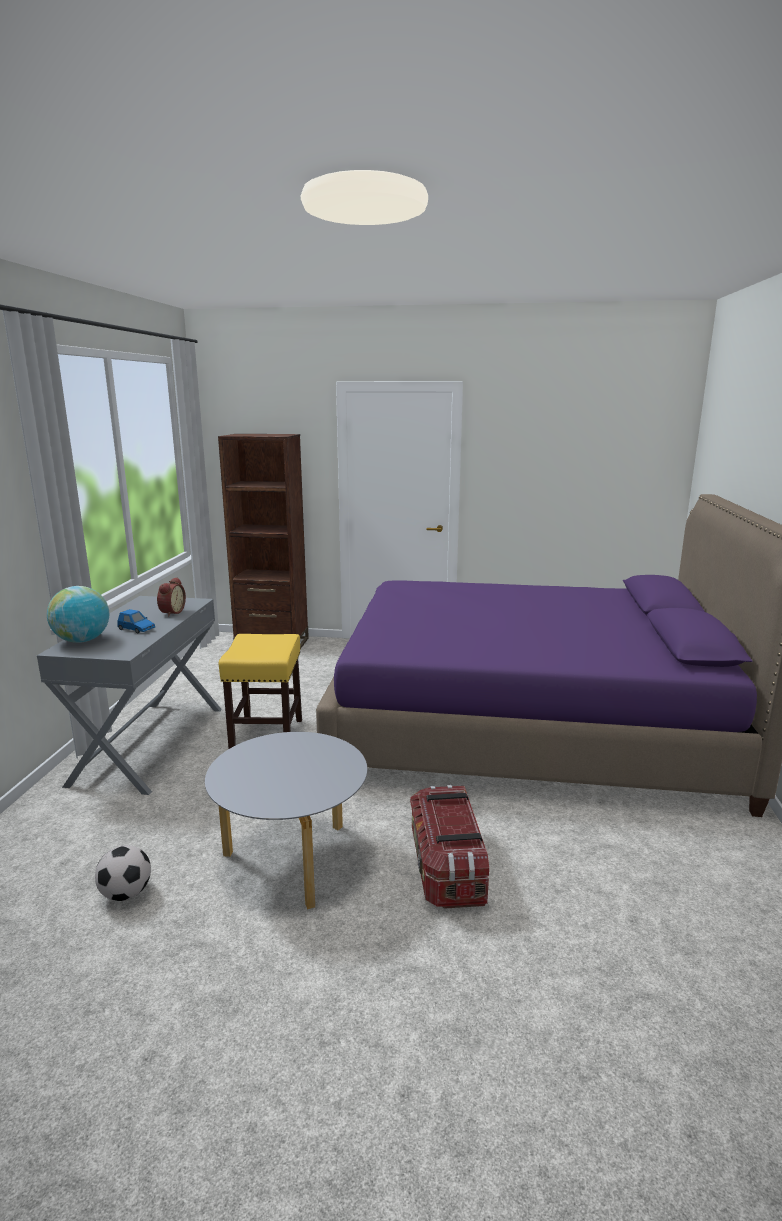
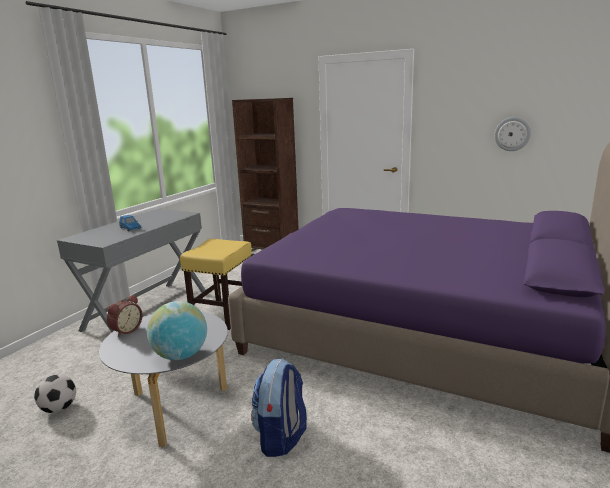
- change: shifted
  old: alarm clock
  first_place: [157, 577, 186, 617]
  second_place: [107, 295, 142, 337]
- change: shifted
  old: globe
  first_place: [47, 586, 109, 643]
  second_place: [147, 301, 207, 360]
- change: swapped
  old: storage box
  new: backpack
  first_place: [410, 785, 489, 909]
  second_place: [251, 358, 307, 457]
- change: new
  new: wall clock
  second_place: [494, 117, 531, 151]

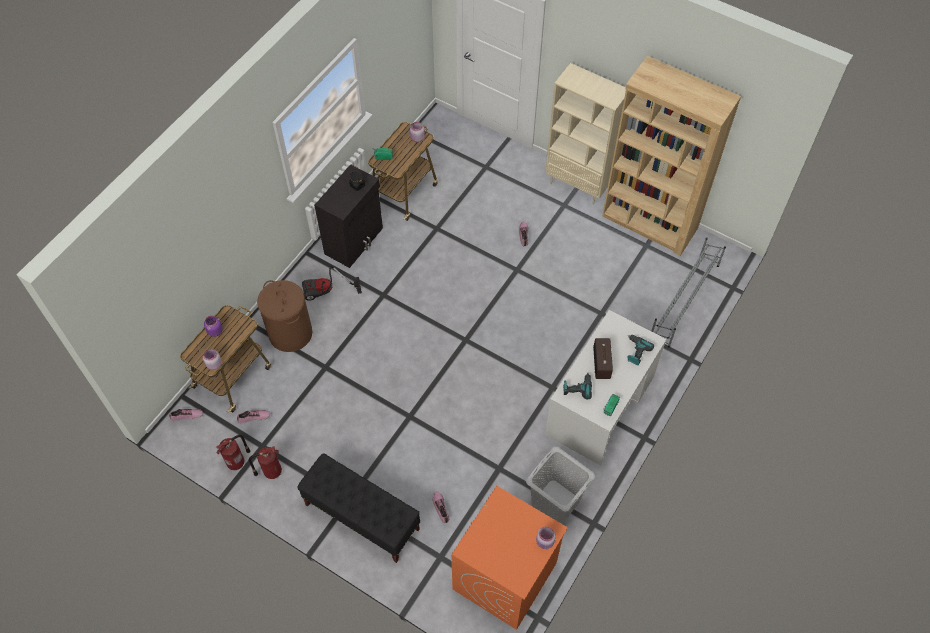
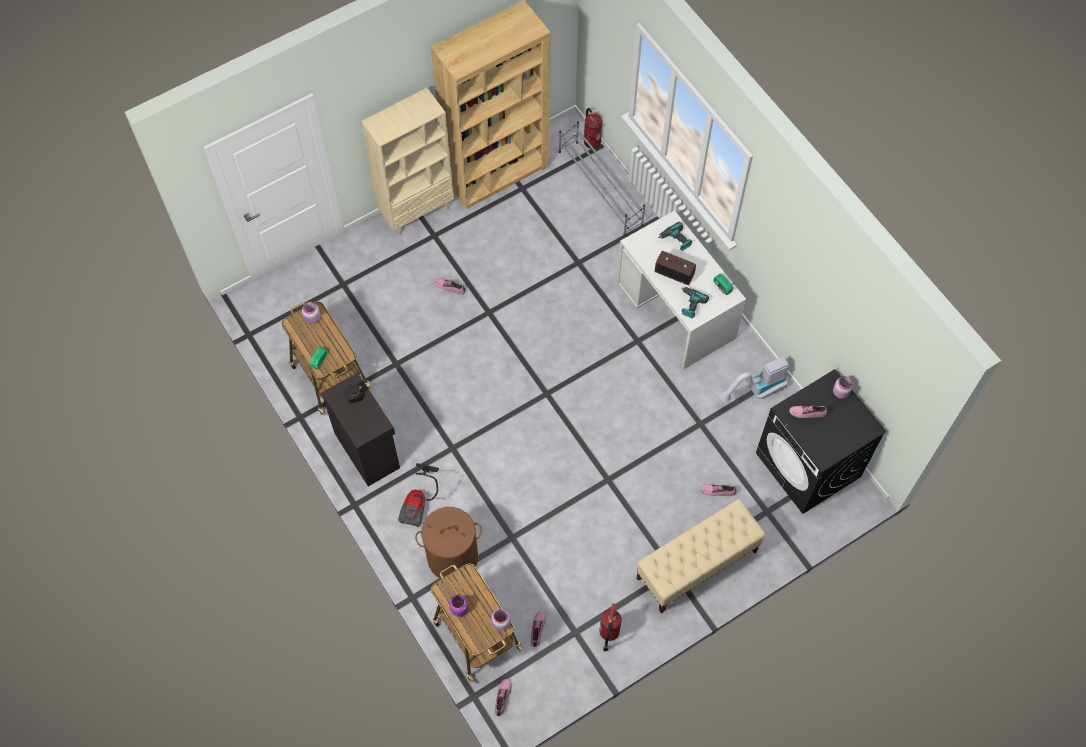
- change: shifted
  old: fire extinguisher
  first_place: [216, 435, 251, 470]
  second_place: [584, 108, 602, 148]
- change: swapped
  old: laundry basket in grey
  new: vacuum cleaner
  first_place: [526, 446, 595, 524]
  second_place: [718, 357, 789, 403]
- change: repainted
  old: bench in black
  new: bench in beige
  first_place: [297, 453, 420, 563]
  second_place: [637, 499, 765, 613]
- change: repainted
  old: washing machine in orange
  new: washing machine in black
  first_place: [451, 486, 568, 630]
  second_place: [756, 369, 886, 514]
- change: new
  new: shoe
  second_place: [789, 405, 828, 418]

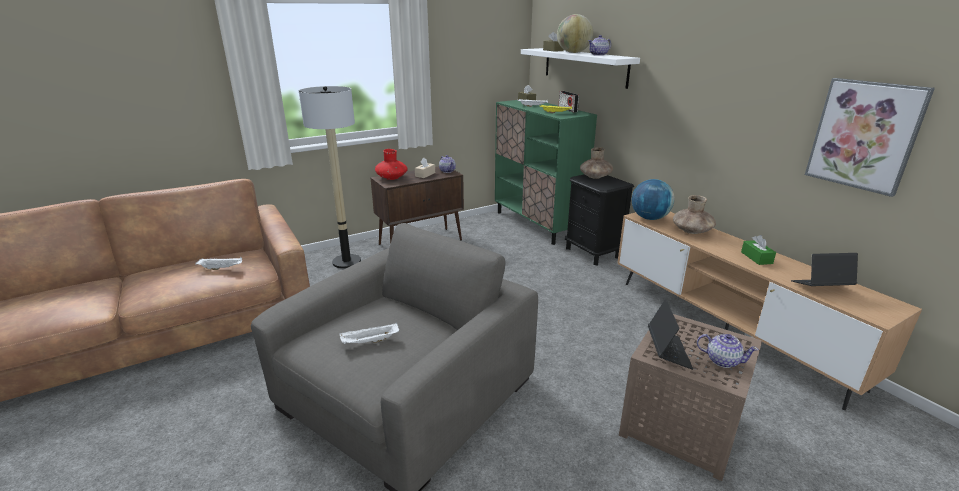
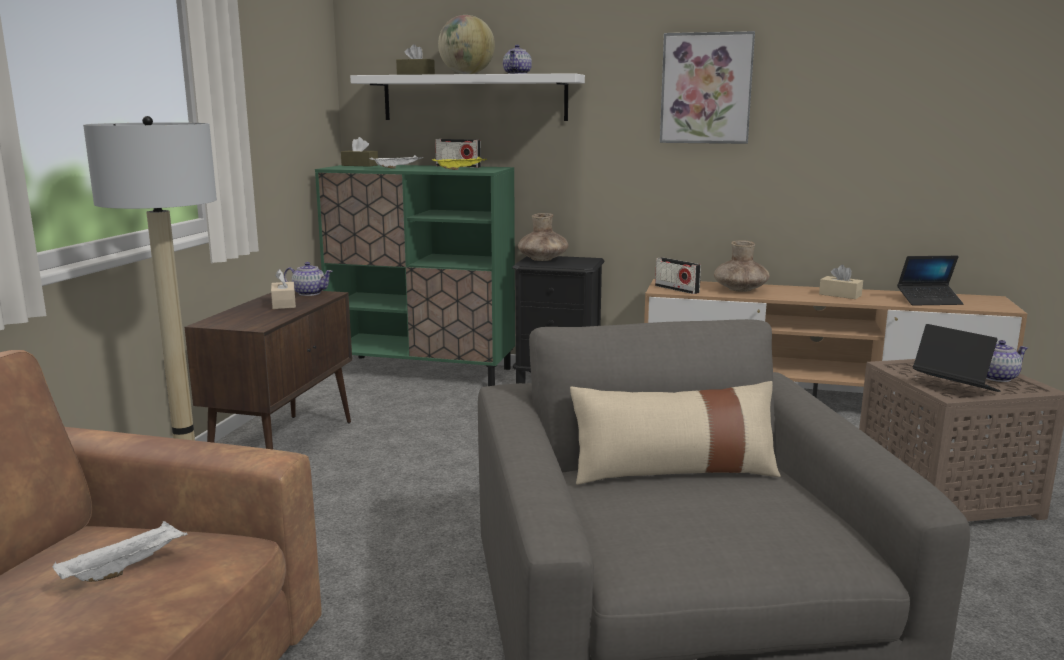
- change: shifted
  old: picture
  first_place: [805, 78, 935, 197]
  second_place: [660, 31, 755, 144]
- change: gone
  old: vase in red
  first_place: [375, 149, 408, 180]
- change: swapped
  old: globe
  new: radio
  first_place: [632, 179, 675, 220]
  second_place: [655, 257, 701, 294]
- change: repainted
  old: tissue box in green
  new: tissue box in beige
  first_place: [741, 235, 776, 265]
  second_place: [819, 265, 863, 299]
- change: rotated
  old: laptop
  first_place: [791, 253, 858, 286]
  second_place: [897, 256, 963, 305]
  degrees: -135
- change: gone
  old: tray in white
  first_place: [339, 322, 399, 344]
- change: new
  new: pillow in beige
  second_place: [570, 381, 781, 485]

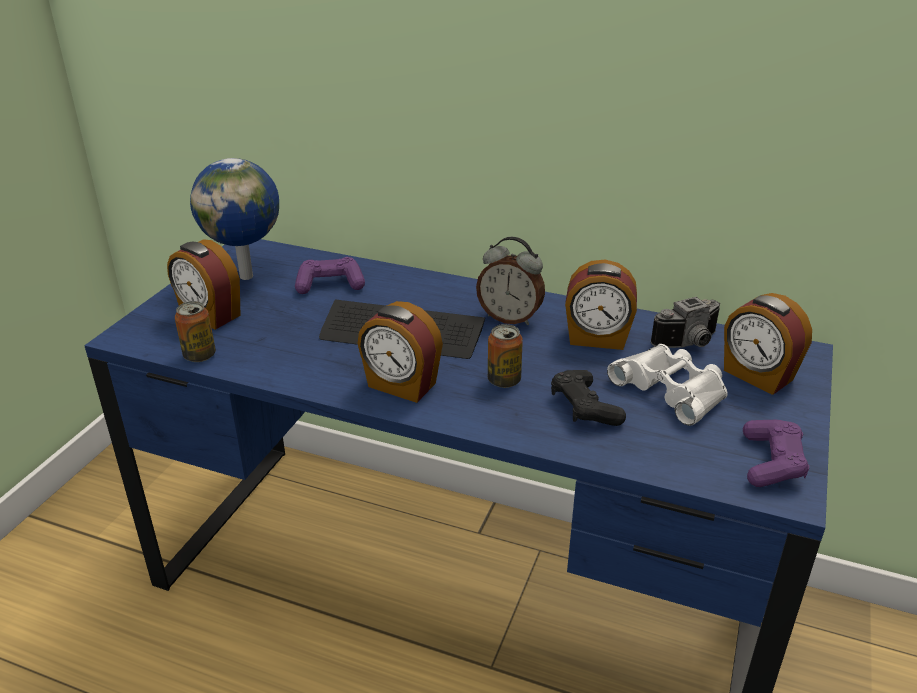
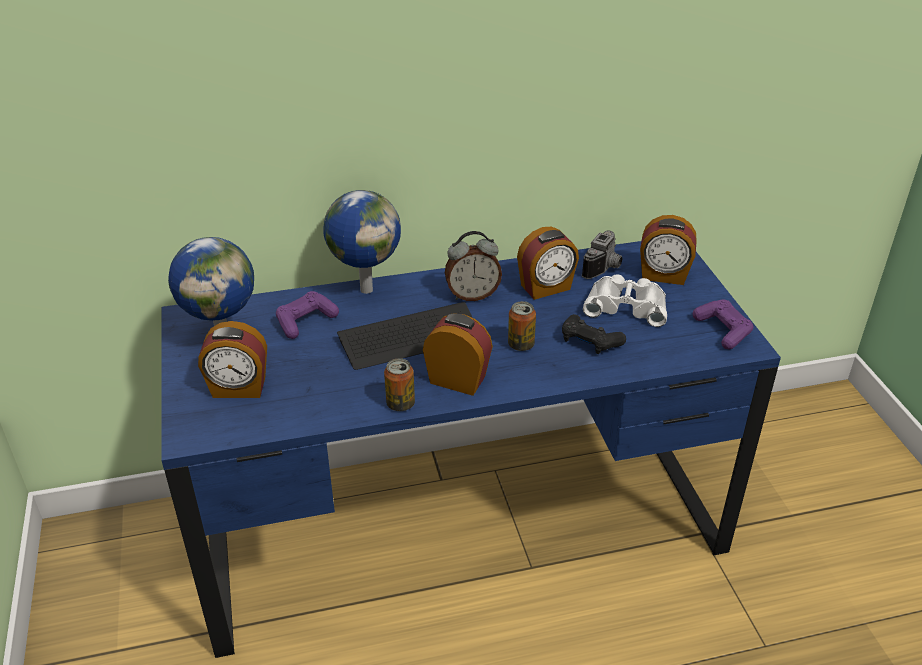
- change: shifted
  old: can
  first_place: [175, 301, 216, 362]
  second_place: [384, 358, 415, 411]
- change: rotated
  old: alarm clock
  first_place: [357, 301, 443, 403]
  second_place: [423, 313, 493, 396]
  degrees: -150
- change: new
  new: globe
  second_place: [323, 190, 401, 294]

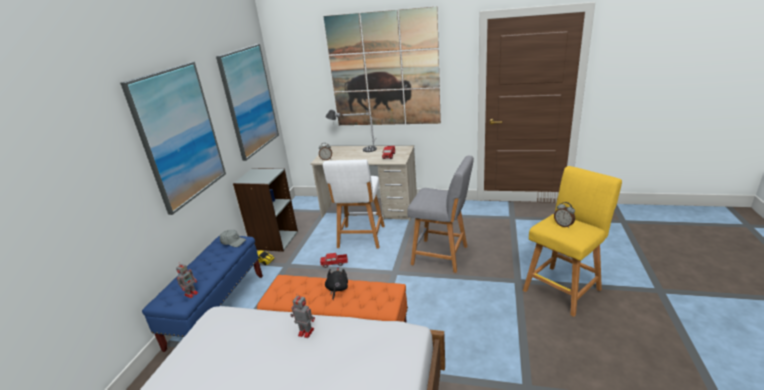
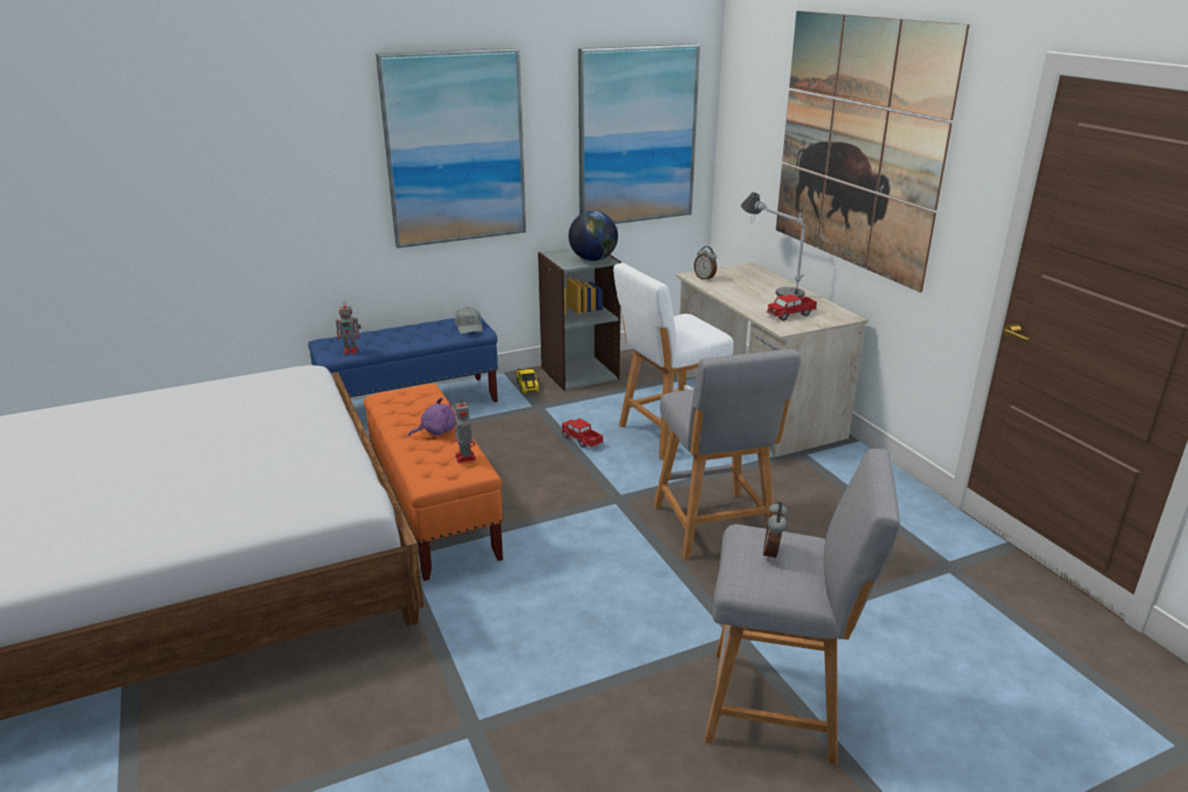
- change: repainted
  old: stool in yellow
  new: stool in grey
  first_place: [523, 166, 622, 317]
  second_place: [704, 449, 900, 766]
- change: repainted
  old: plush toy in black
  new: plush toy in purple
  first_place: [325, 267, 348, 300]
  second_place: [408, 397, 456, 436]
- change: shifted
  old: toy robot
  first_place: [290, 294, 315, 338]
  second_place: [455, 398, 476, 463]
- change: new
  new: globe
  second_place: [569, 211, 618, 261]

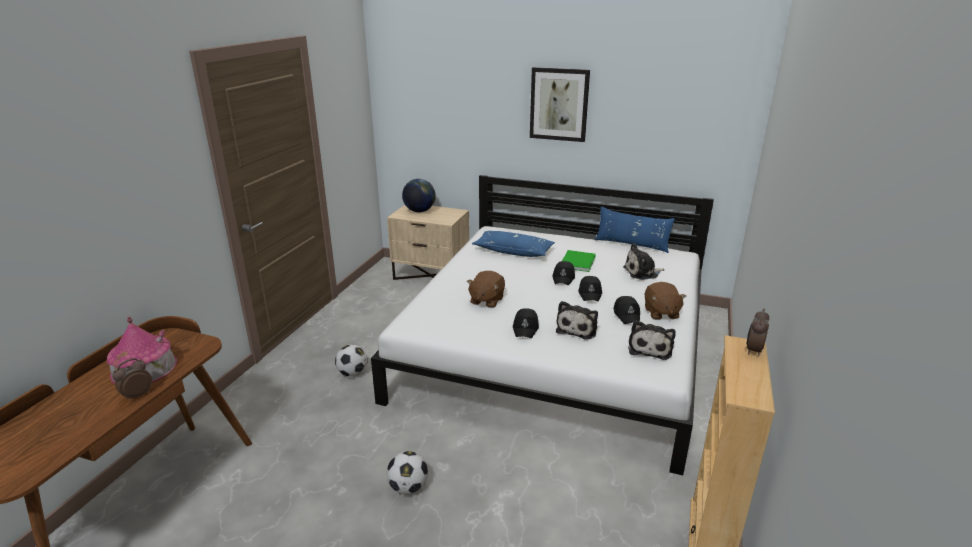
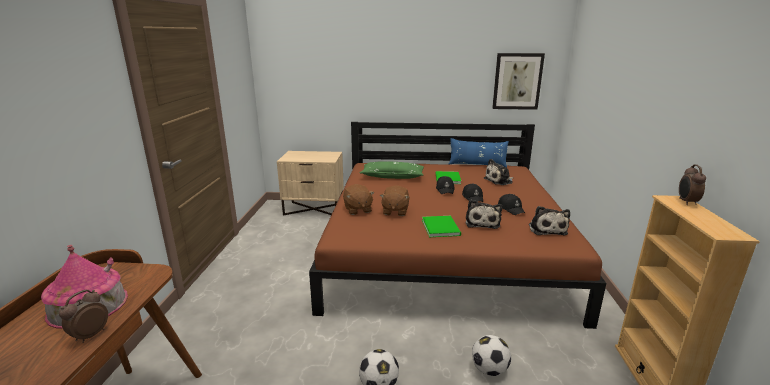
- change: shifted
  old: picture
  first_place: [530, 67, 590, 142]
  second_place: [492, 53, 545, 110]
- change: repainted
  old: bed in white
  new: bed in brown
  first_place: [371, 175, 714, 475]
  second_place: [309, 122, 607, 329]
- change: gone
  old: globe
  first_place: [402, 179, 436, 212]
- change: repainted
  old: pillow in blue
  new: pillow in green
  first_place: [472, 231, 555, 257]
  second_place: [360, 162, 424, 179]
- change: shifted
  old: plush toy in brown
  first_place: [645, 282, 686, 320]
  second_place: [343, 184, 374, 215]
- change: swapped
  old: cap in black
  new: book in green
  first_place: [513, 308, 539, 338]
  second_place: [422, 216, 461, 237]
- change: shifted
  old: football
  first_place: [335, 345, 368, 377]
  second_place: [472, 335, 511, 376]

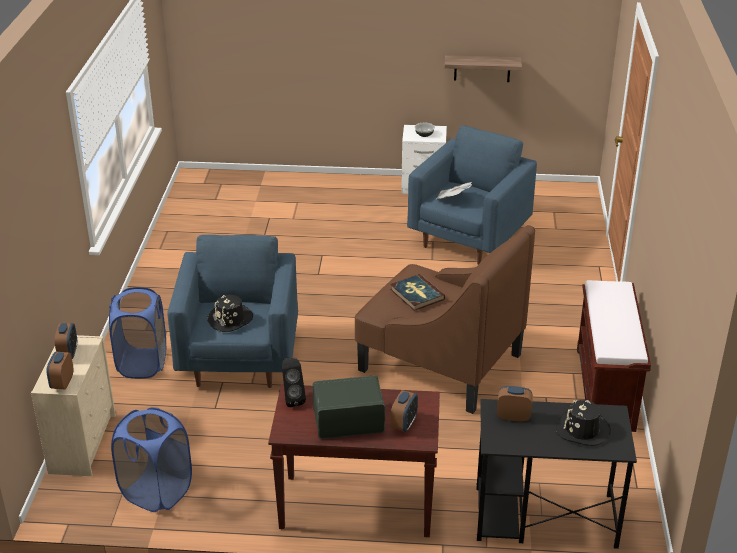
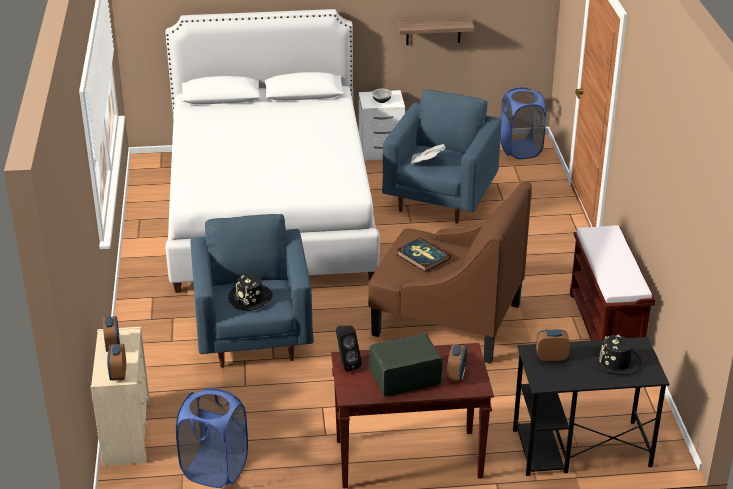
- change: shifted
  old: laundry basket in blue
  first_place: [109, 287, 166, 378]
  second_place: [500, 87, 546, 159]
- change: new
  new: bed in white
  second_place: [165, 9, 380, 293]

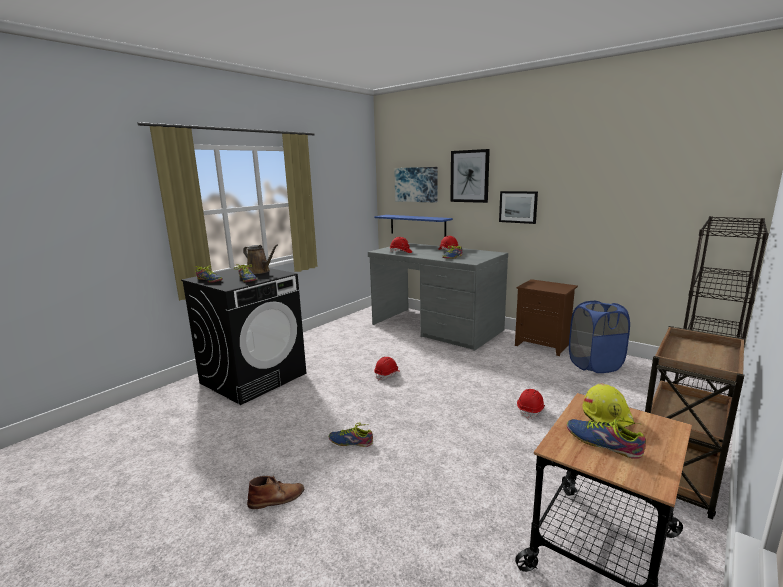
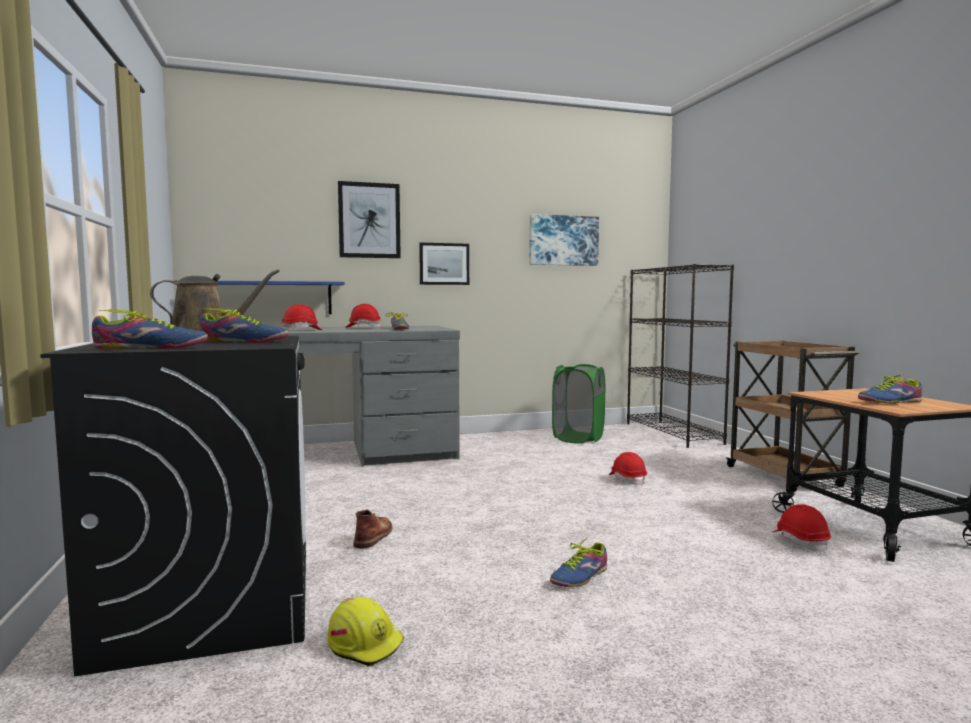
- change: shifted
  old: picture
  first_place: [394, 167, 438, 203]
  second_place: [529, 214, 599, 266]
- change: gone
  old: nightstand in brown
  first_place: [515, 279, 578, 356]
- change: repainted
  old: laundry basket in blue
  new: laundry basket in green
  first_place: [569, 300, 630, 373]
  second_place: [552, 364, 605, 444]
- change: shifted
  old: hard hat in red
  first_place: [374, 357, 400, 380]
  second_place: [773, 504, 831, 553]
- change: shifted
  old: hard hat in yellow
  first_place: [582, 383, 634, 428]
  second_place: [327, 597, 404, 667]
- change: shifted
  old: boot in brown
  first_place: [247, 476, 304, 509]
  second_place: [353, 509, 392, 549]

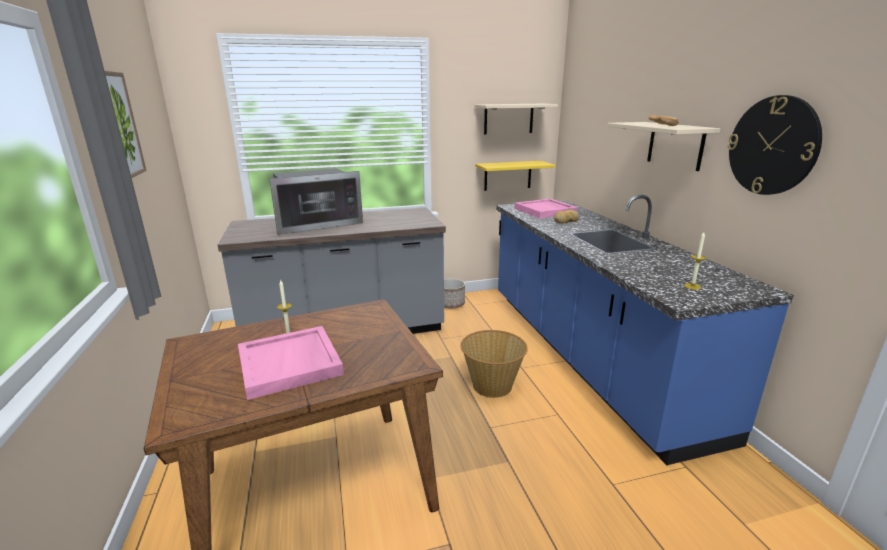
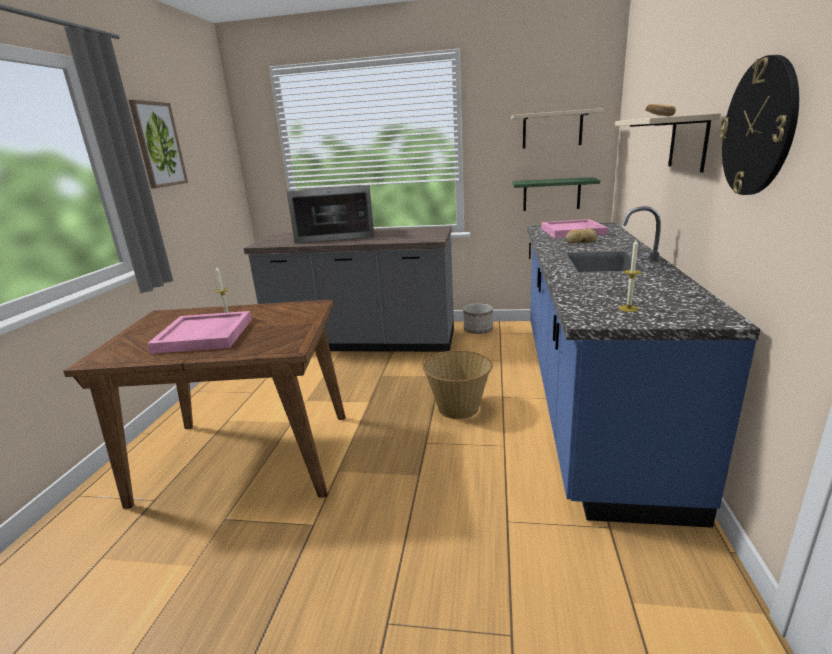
- change: repainted
  old: shelf in yellow
  new: shelf in green
  first_place: [475, 161, 555, 191]
  second_place: [513, 177, 600, 211]

